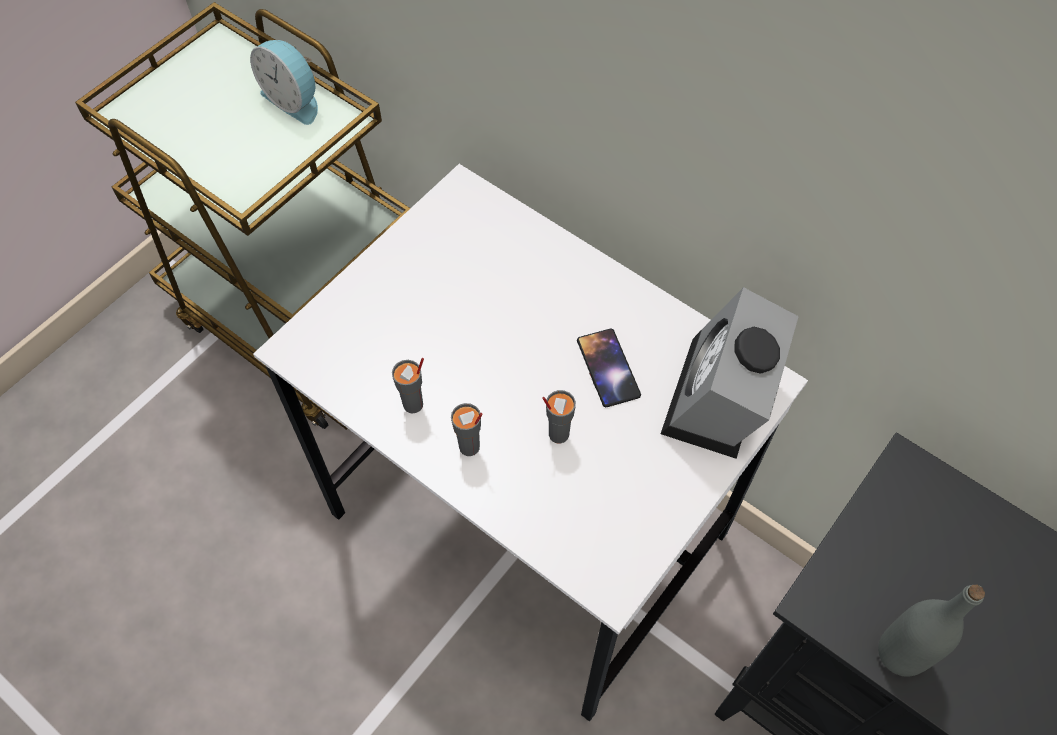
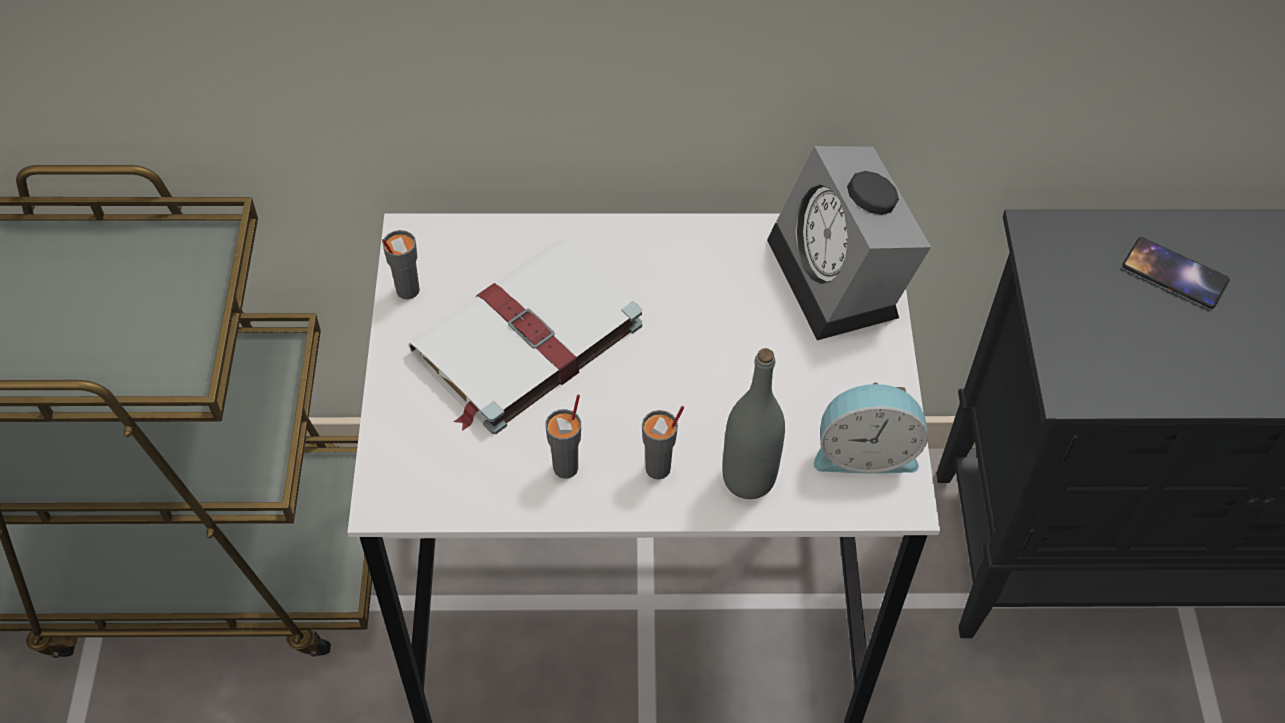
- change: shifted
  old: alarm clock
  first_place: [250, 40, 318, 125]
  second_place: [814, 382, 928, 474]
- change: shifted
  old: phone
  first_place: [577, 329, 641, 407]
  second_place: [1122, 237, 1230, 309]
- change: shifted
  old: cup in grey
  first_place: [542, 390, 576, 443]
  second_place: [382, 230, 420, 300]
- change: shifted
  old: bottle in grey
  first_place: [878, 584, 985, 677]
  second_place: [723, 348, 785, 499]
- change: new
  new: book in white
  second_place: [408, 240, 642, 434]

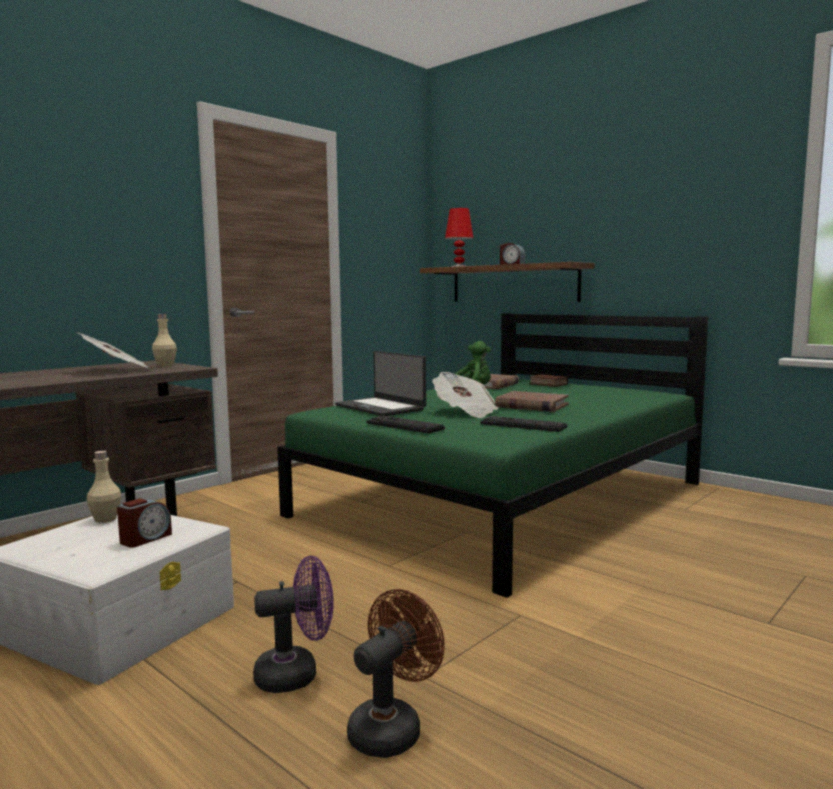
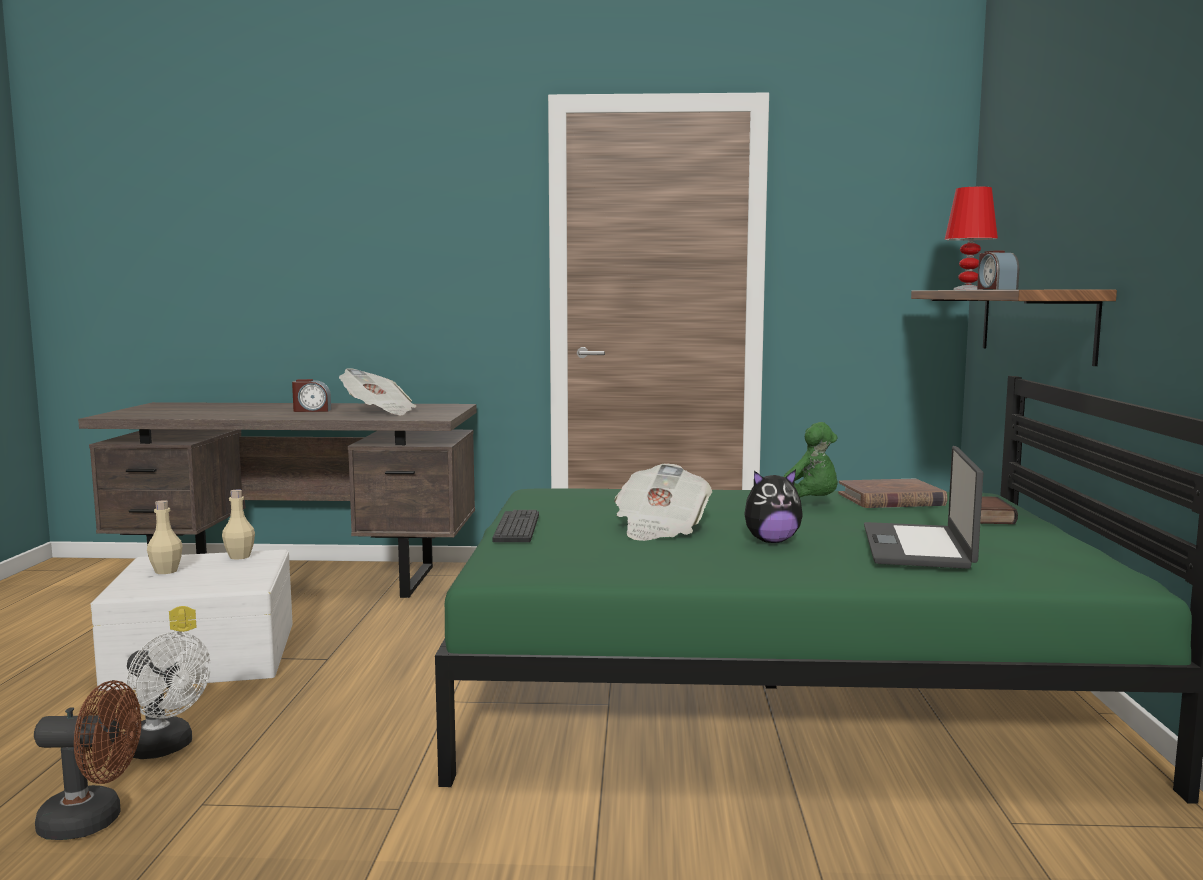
- change: shifted
  old: bottle in beige
  first_place: [152, 314, 177, 367]
  second_place: [147, 500, 183, 574]
- change: shifted
  old: laptop
  first_place: [335, 351, 426, 416]
  second_place: [864, 446, 983, 569]
- change: swapped
  old: book in brown
  new: plush toy
  first_place: [495, 391, 569, 412]
  second_place: [744, 469, 803, 543]
- change: gone
  old: keyboard
  first_place: [480, 416, 567, 432]
- change: shifted
  old: alarm clock
  first_place: [117, 498, 172, 547]
  second_place: [292, 379, 331, 412]
- change: repainted
  old: fan in purple
  new: fan in white
  first_place: [253, 556, 334, 693]
  second_place: [123, 632, 211, 759]

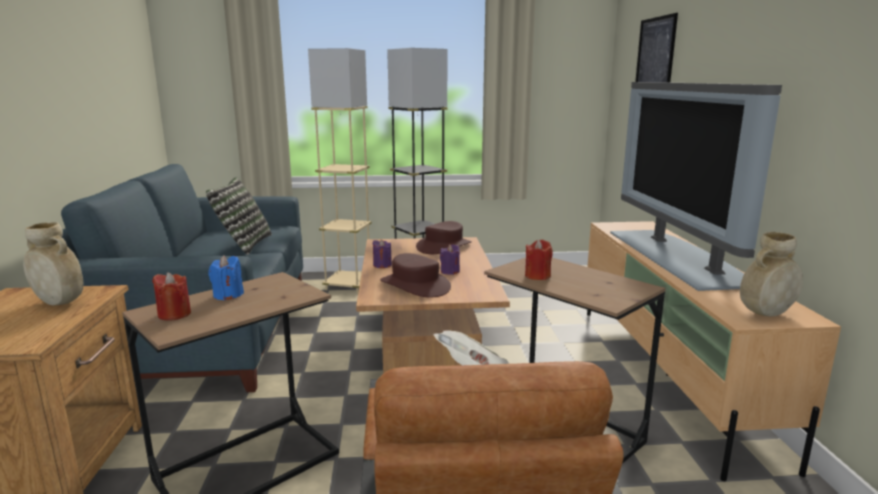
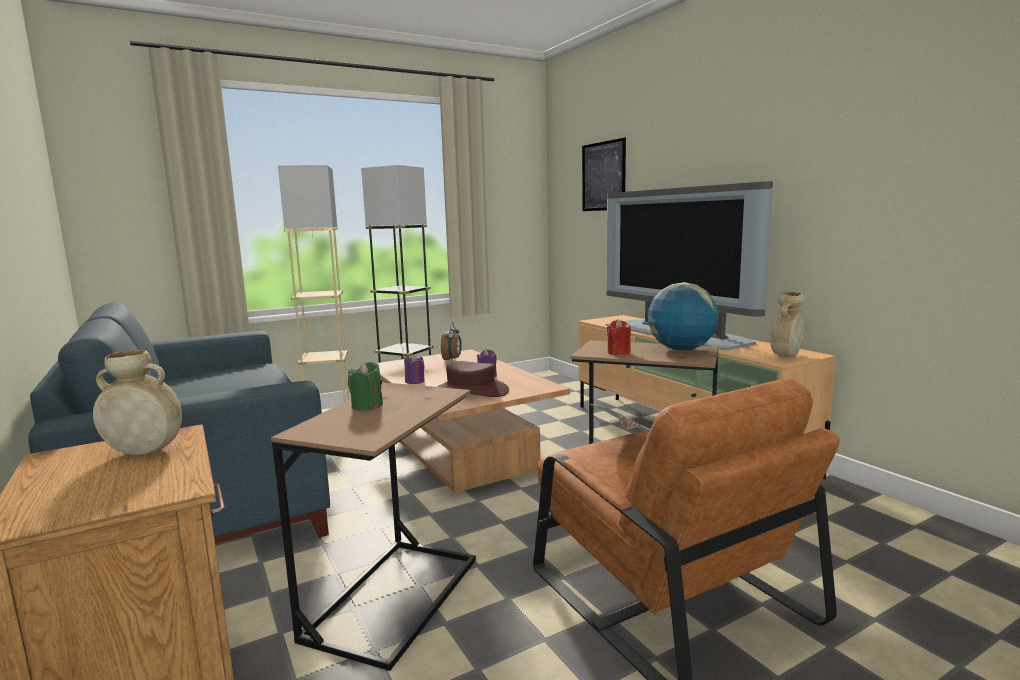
- change: gone
  old: pillow
  first_place: [206, 177, 272, 255]
- change: swapped
  old: hat in brown
  new: alarm clock
  first_place: [416, 221, 472, 254]
  second_place: [441, 322, 462, 362]
- change: repainted
  old: candle in blue
  new: candle in green
  first_place: [209, 255, 244, 300]
  second_place: [348, 362, 383, 411]
- change: gone
  old: candle in red
  first_place: [152, 272, 191, 321]
- change: new
  new: globe
  second_place: [648, 282, 719, 351]

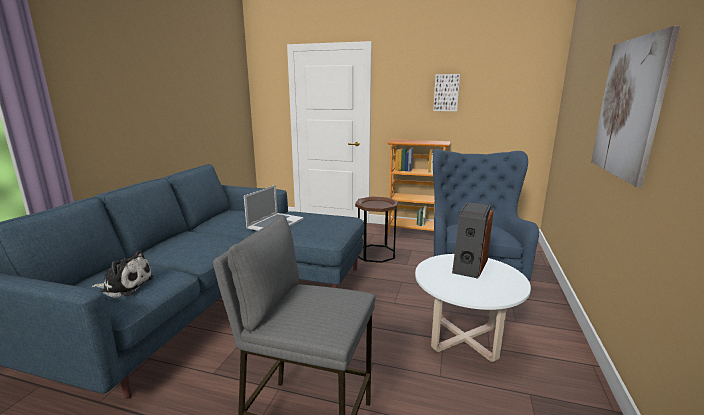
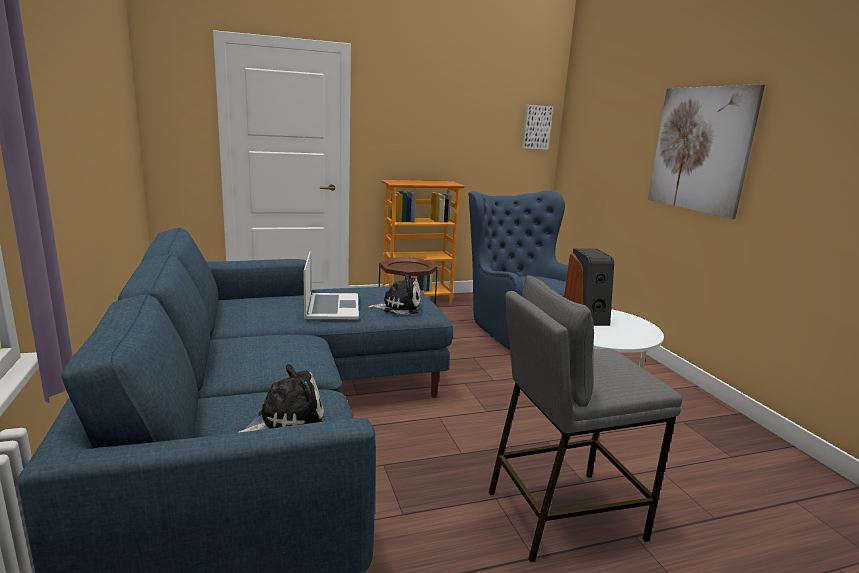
- change: shifted
  old: picture
  first_place: [433, 74, 460, 111]
  second_place: [522, 105, 553, 150]
- change: new
  new: plush toy
  second_place: [368, 274, 421, 315]

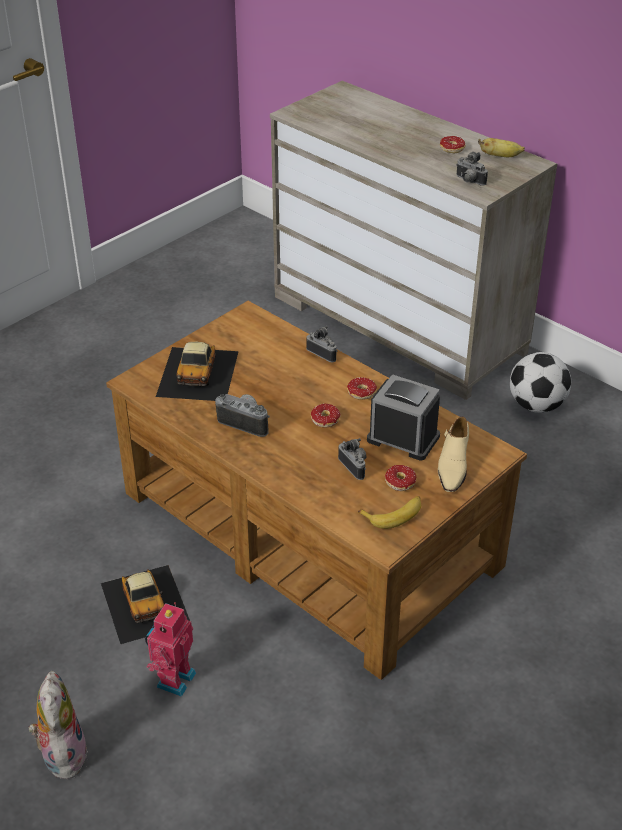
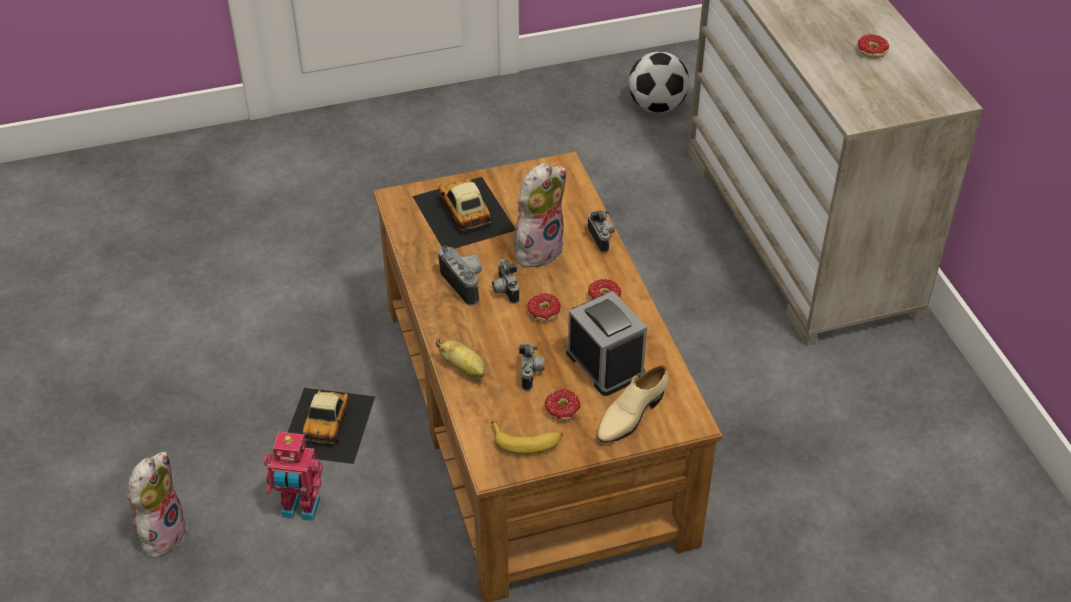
- change: shifted
  old: banana
  first_place: [478, 138, 525, 157]
  second_place: [436, 338, 485, 378]
- change: shifted
  old: photo camera
  first_place: [456, 152, 488, 186]
  second_place: [492, 259, 519, 304]
- change: rotated
  old: toy car
  first_place: [156, 342, 239, 401]
  second_place: [412, 177, 515, 249]
  degrees: 120
- change: shifted
  old: football
  first_place: [510, 352, 571, 413]
  second_place: [629, 52, 689, 113]
- change: rotated
  old: toy robot
  first_place: [145, 602, 196, 697]
  second_place: [264, 432, 323, 521]
  degrees: -135
- change: new
  new: plush toy
  second_place: [514, 163, 566, 268]

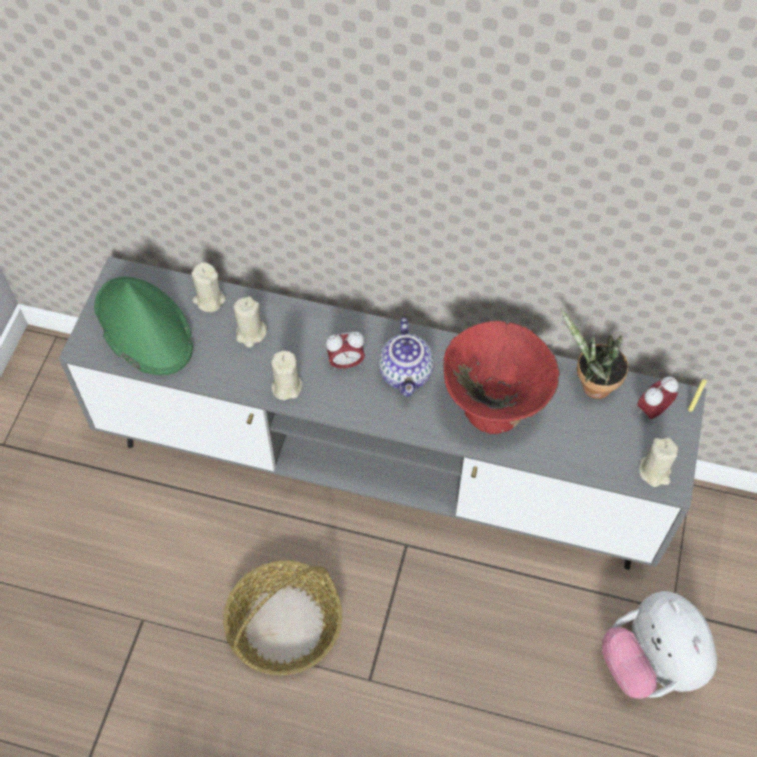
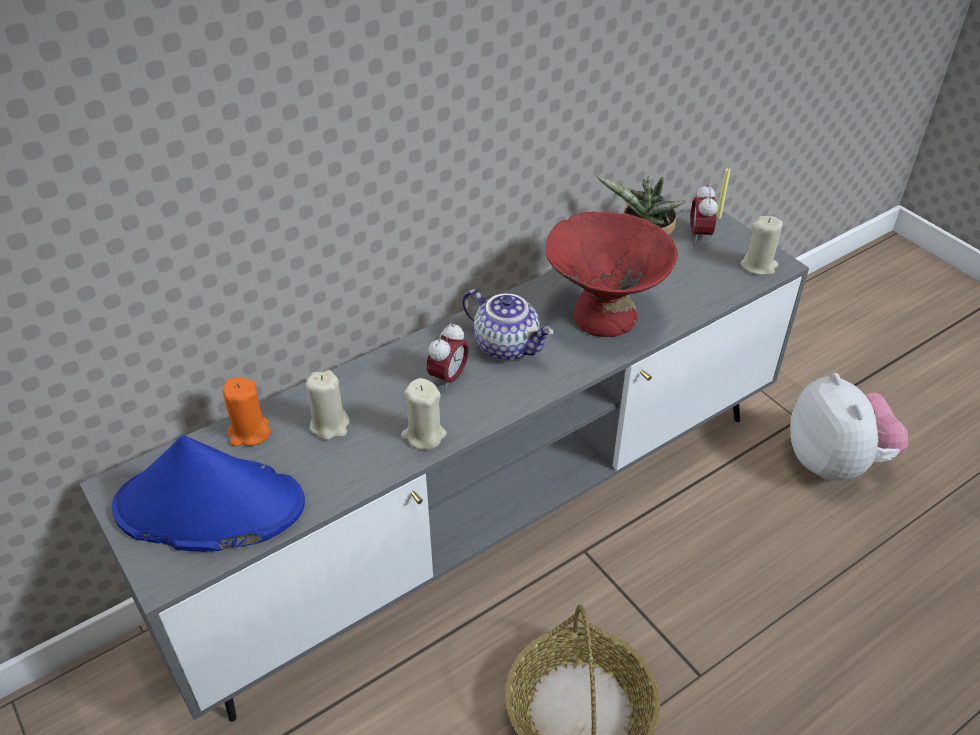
- change: repainted
  old: candle in beige
  new: candle in orange
  first_place: [191, 262, 226, 312]
  second_place: [223, 377, 271, 447]
- change: repainted
  old: hat in green
  new: hat in blue
  first_place: [94, 277, 193, 375]
  second_place: [112, 436, 305, 552]
- change: rotated
  old: plush toy
  first_place: [602, 591, 717, 699]
  second_place: [790, 373, 908, 481]
  degrees: -120

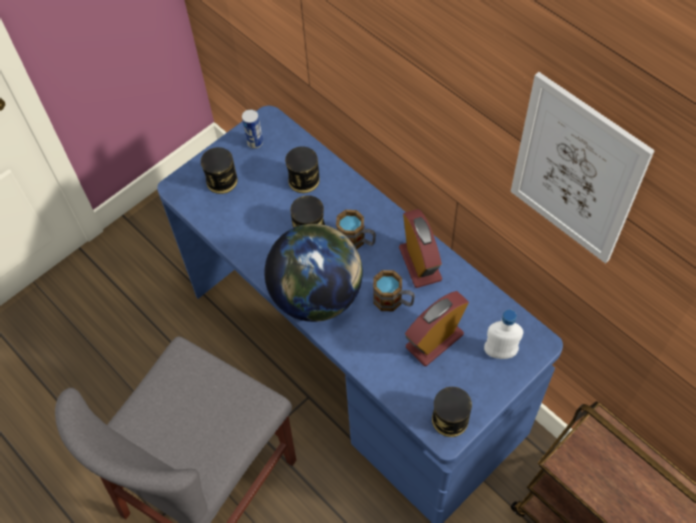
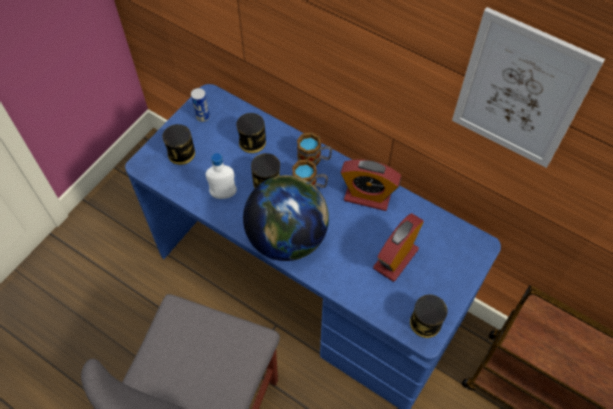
- change: rotated
  old: alarm clock
  first_place: [399, 209, 442, 288]
  second_place: [340, 159, 401, 211]
  degrees: 135
- change: shifted
  old: mug
  first_place: [373, 270, 415, 311]
  second_place: [297, 132, 332, 165]
- change: shifted
  old: bottle in white
  first_place: [484, 309, 523, 359]
  second_place: [206, 153, 237, 199]

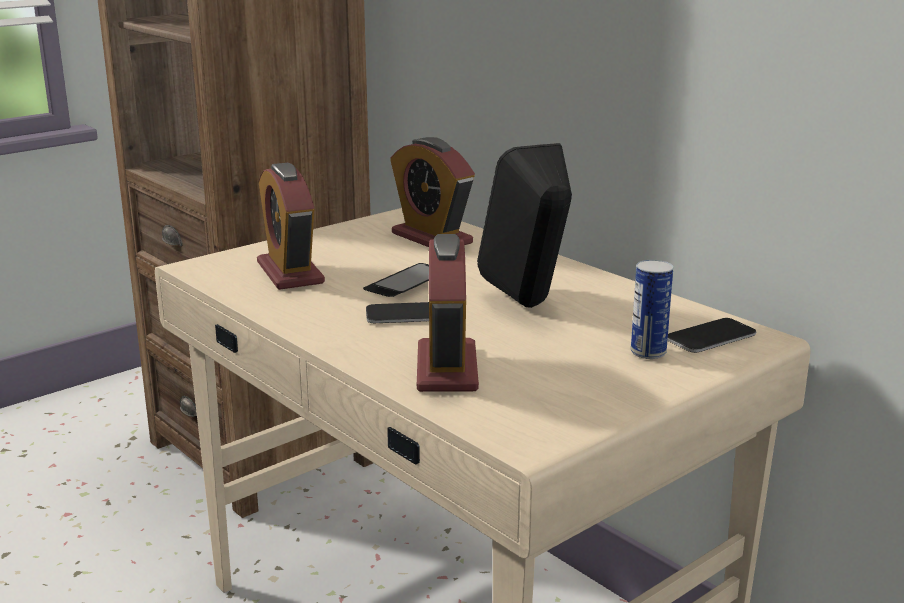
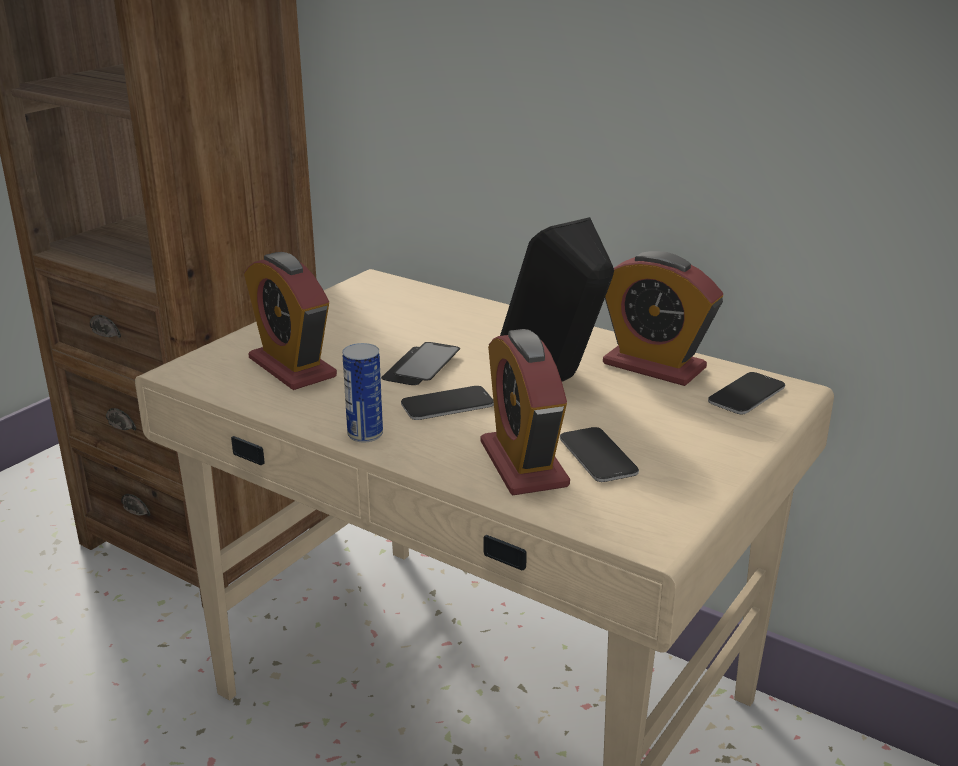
- change: shifted
  old: alarm clock
  first_place: [390, 137, 475, 247]
  second_place: [603, 251, 723, 386]
- change: shifted
  old: can
  first_place: [631, 260, 673, 359]
  second_place: [342, 343, 383, 442]
- change: new
  new: phone
  second_place: [560, 427, 639, 482]

